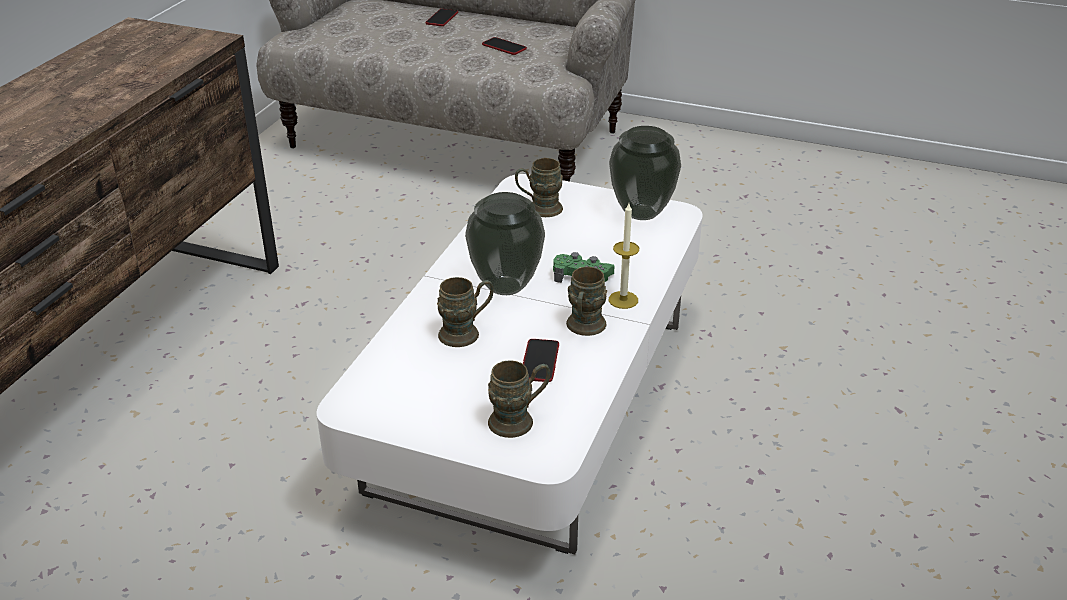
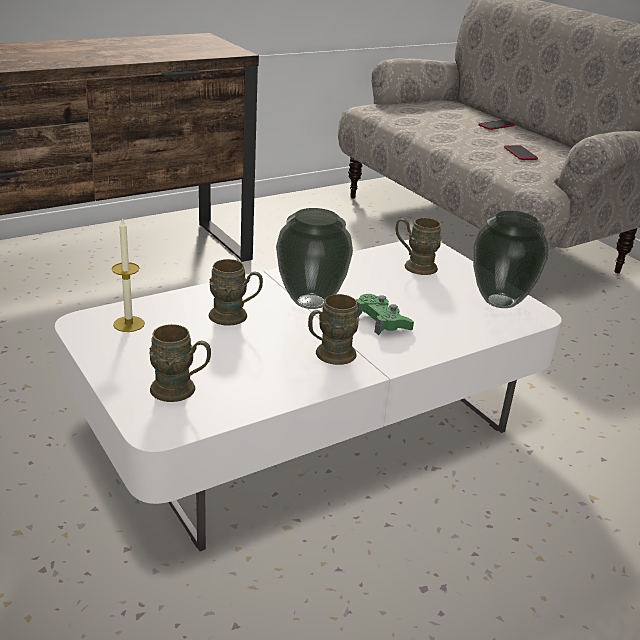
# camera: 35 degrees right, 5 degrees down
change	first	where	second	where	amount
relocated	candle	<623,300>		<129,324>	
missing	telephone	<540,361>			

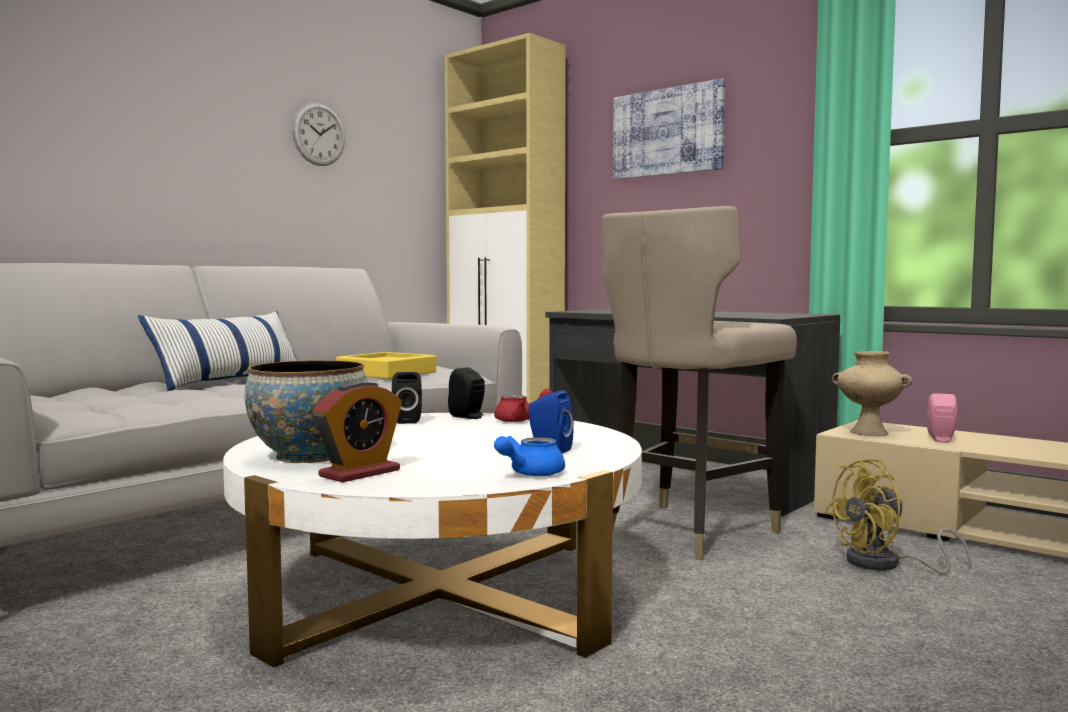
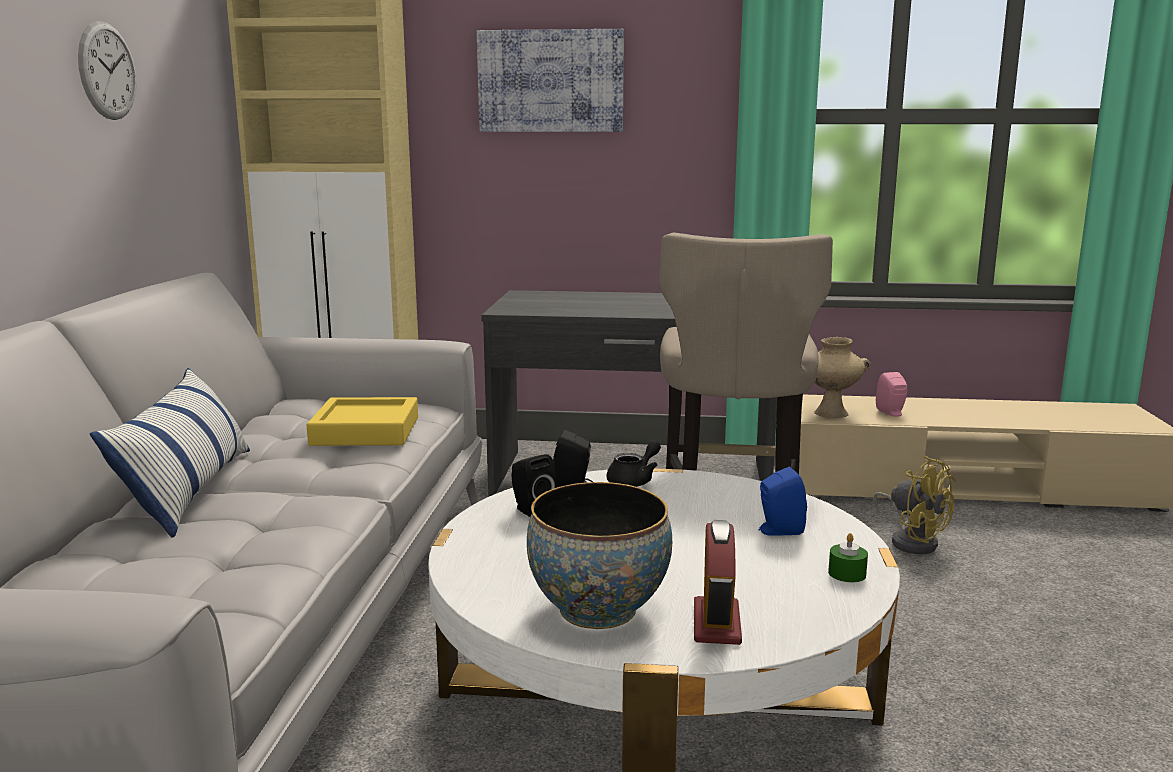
# camera: 35 degrees left, 10 degrees up
change	first	where	second	where	amount
colour	red teapot	<520,420>	black teapot	<634,480>	
exchanged	bluish teapot	<530,473>	greenish candle	<847,574>	
spun	yellowish cooling fan	<885,565>		<912,541>	75 degrees counterclockwise

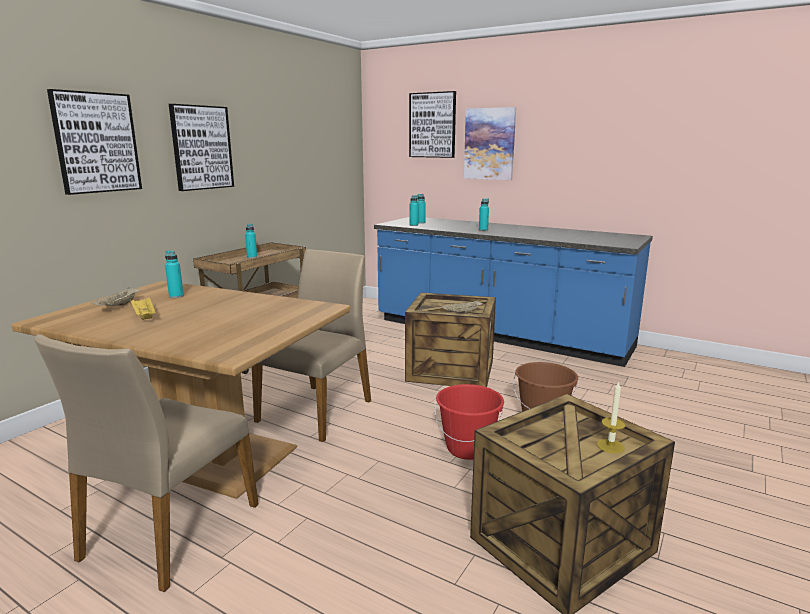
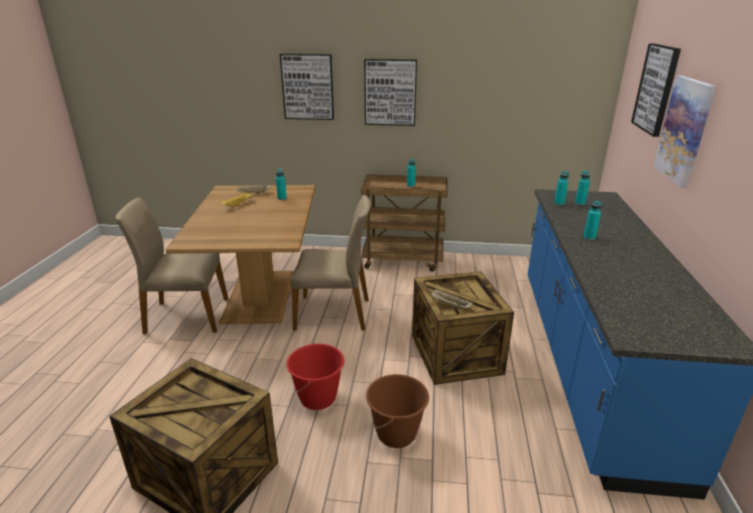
# camera: 65 degrees right, 10 degrees up
change	first	where	second	where	amount
missing	candle	<610,446>			

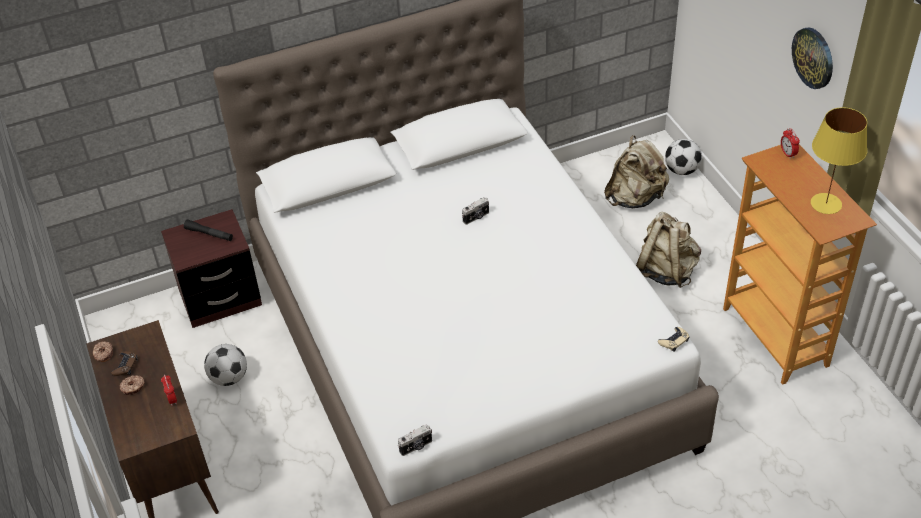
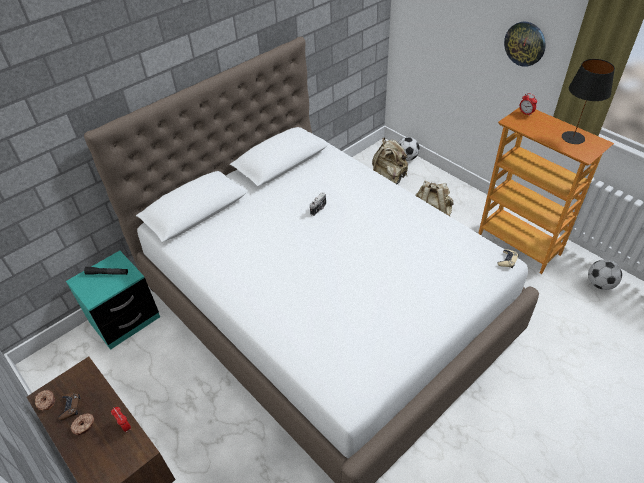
# camera: 20 degrees left, 0 degrees up
change	first	where	second	where	amount
colour	brown-coloured night table	<220,298>	turquoise-coloured night table	<125,320>	
colour	yellowish tabletop lamp	<825,203>	black tabletop lamp	<572,138>	
relocated	football ball	<229,378>		<600,284>	
missing	photo camera	<416,447>			

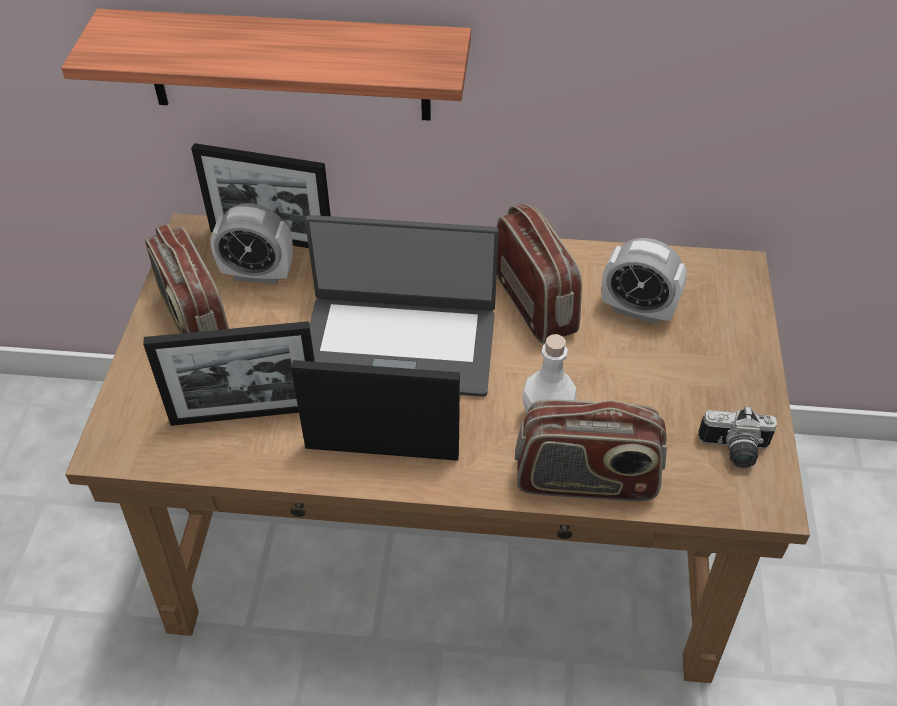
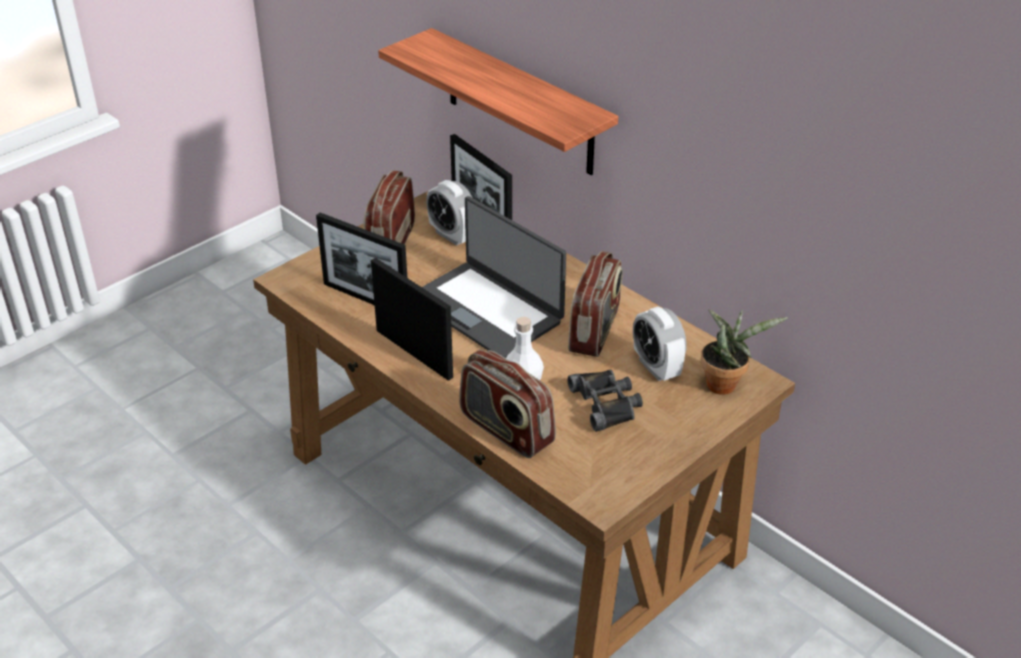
# camera: 40 degrees right, 10 degrees down
change	first	where	second	where	amount
appeared			black pair of binoculars	<606,403>	
appeared			houseplant	<725,383>	
missing	photo camera	<734,451>			

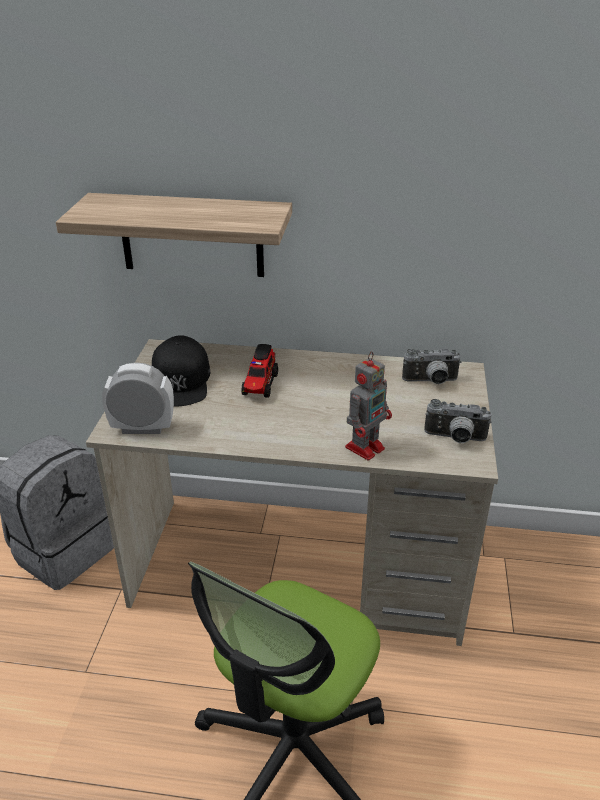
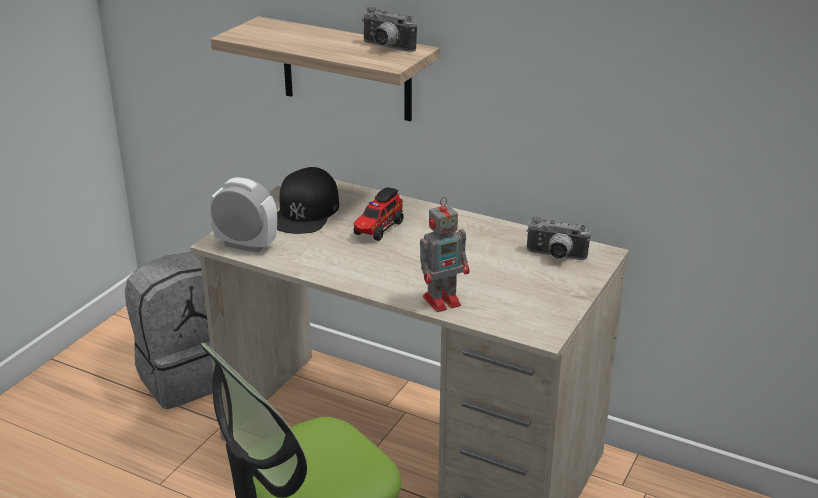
# camera: 20 degrees right, 5 degrees down
change	first	where	second	where	amount
relocated	photo camera	<455,439>		<385,48>	

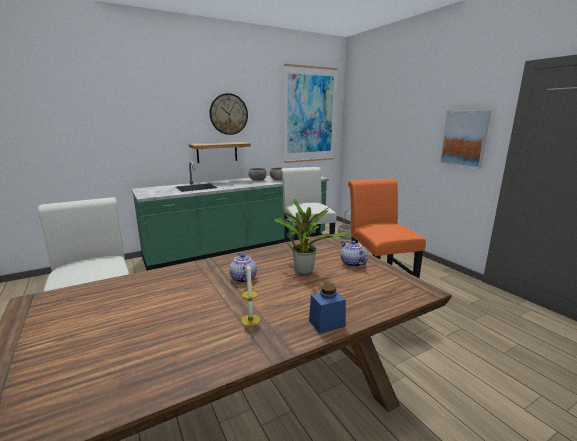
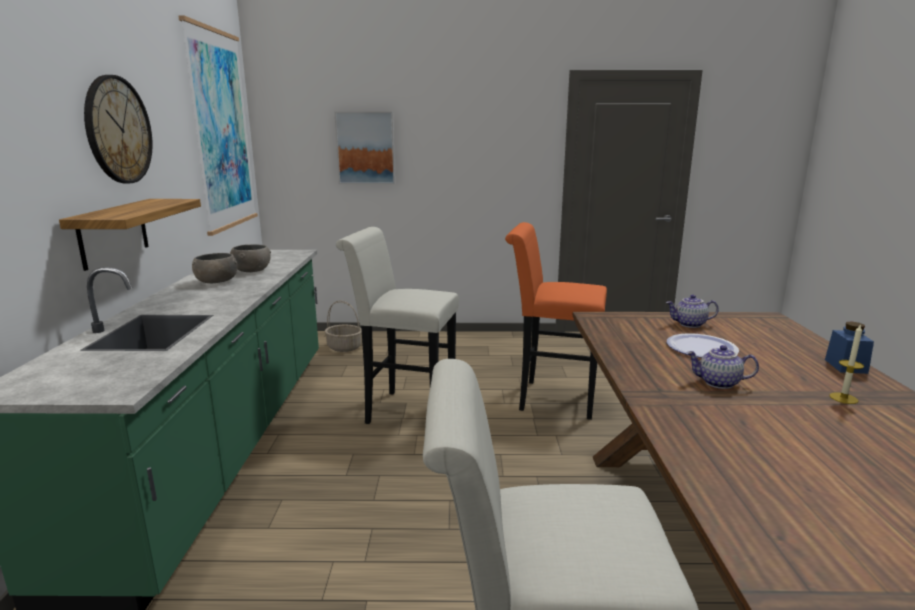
# camera: 60 degrees left, 0 degrees up
change	first	where	second	where	amount
relocated	picture	<464,138>		<365,148>	
exchanged	houseplant	<303,270>	plate	<701,348>	

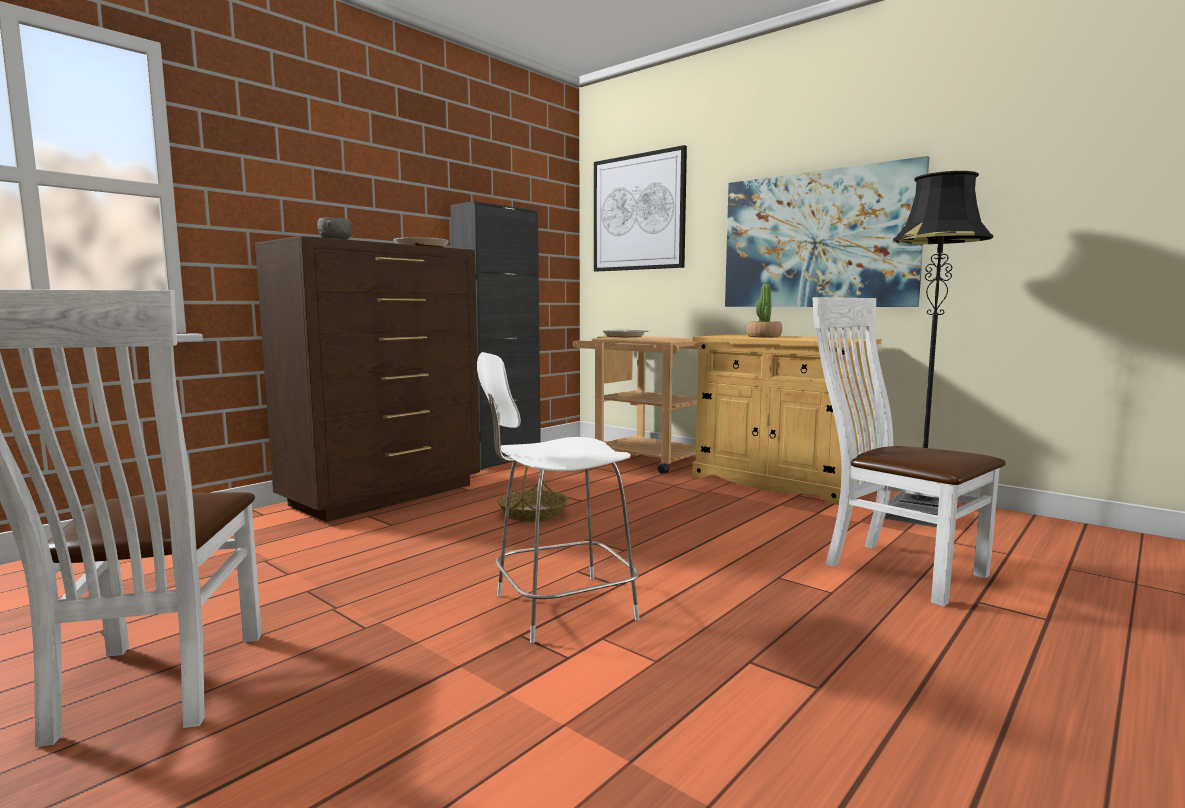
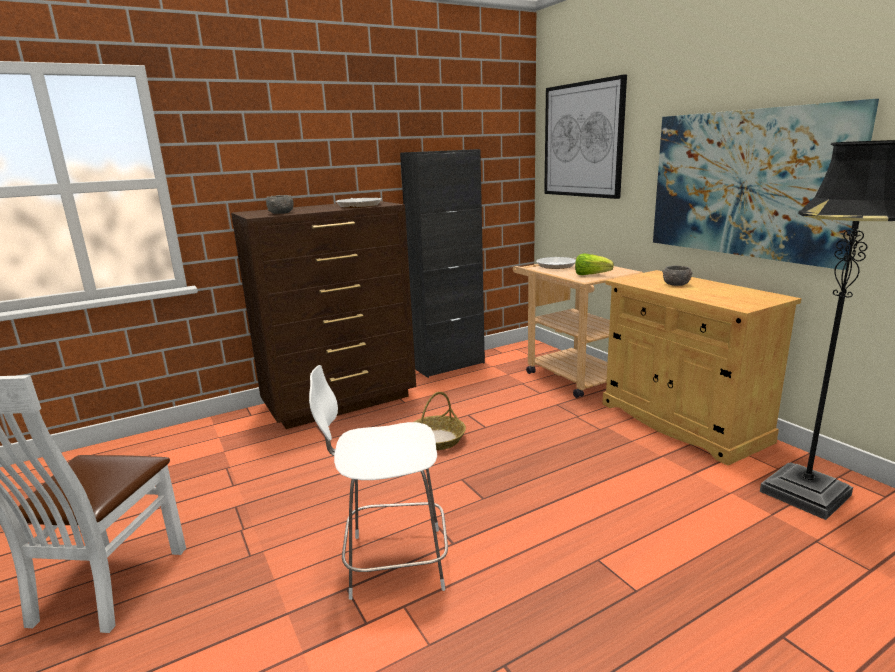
# camera: 20 degrees right, 10 degrees up
change	first	where	second	where	amount
appeared			head of lettuce	<591,275>	
exchanged	houseplant	<763,336>	grey serving bowl	<676,284>	
missing	white-coloured upright chair	<895,568>			

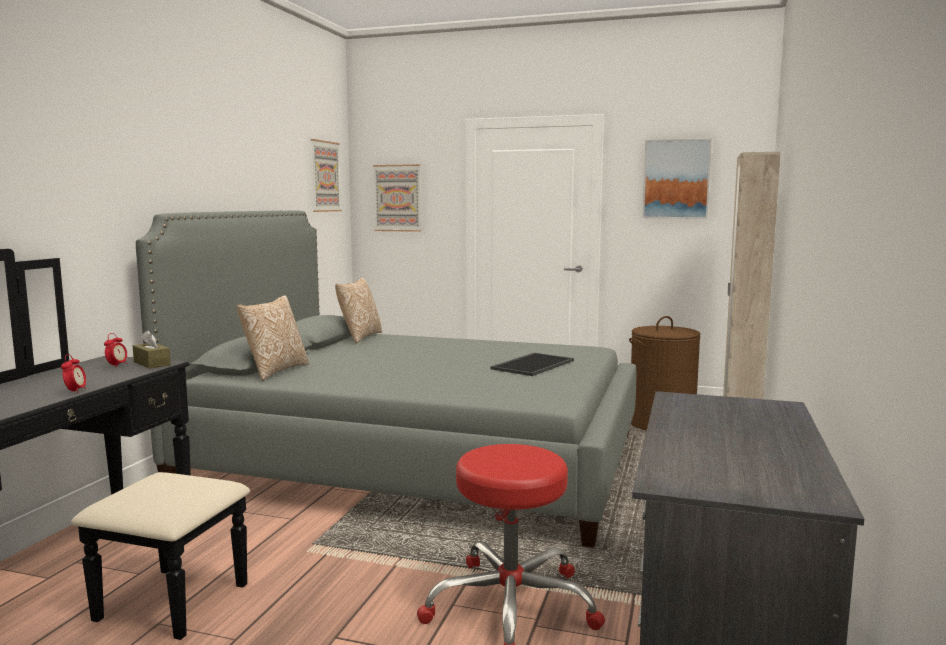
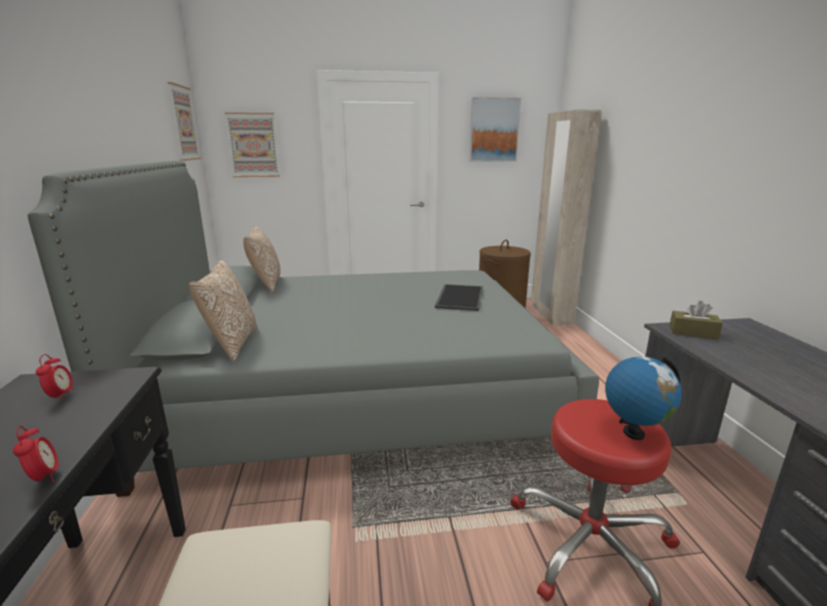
# camera: 25 degrees left, 10 degrees up
change	first	where	second	where	amount
appeared			world globe	<633,433>	
relocated	brown-coloured box of tissues	<152,363>		<693,332>	

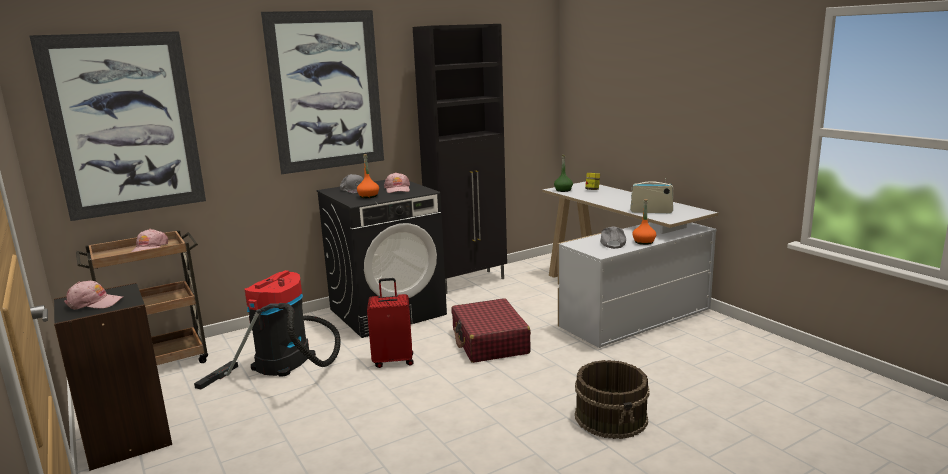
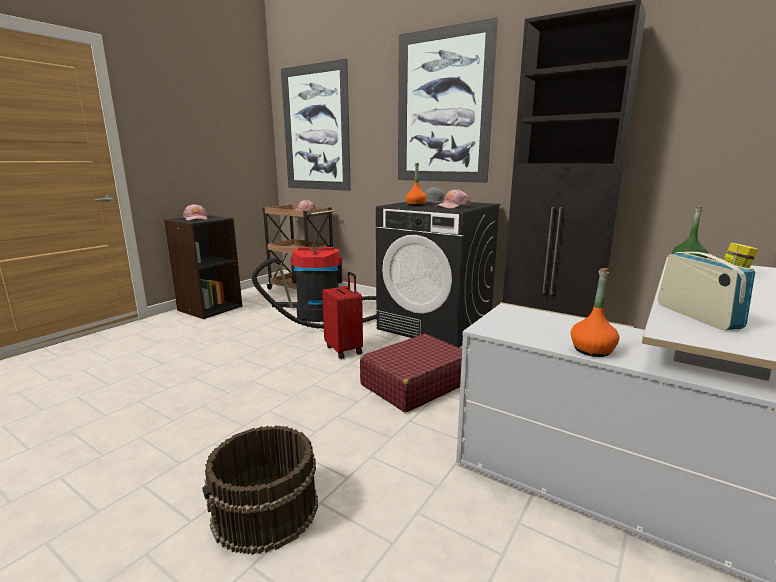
# camera: 65 degrees right, 0 degrees up
change	first	where	second	where	amount
missing	grey baseball cap	<612,243>			

